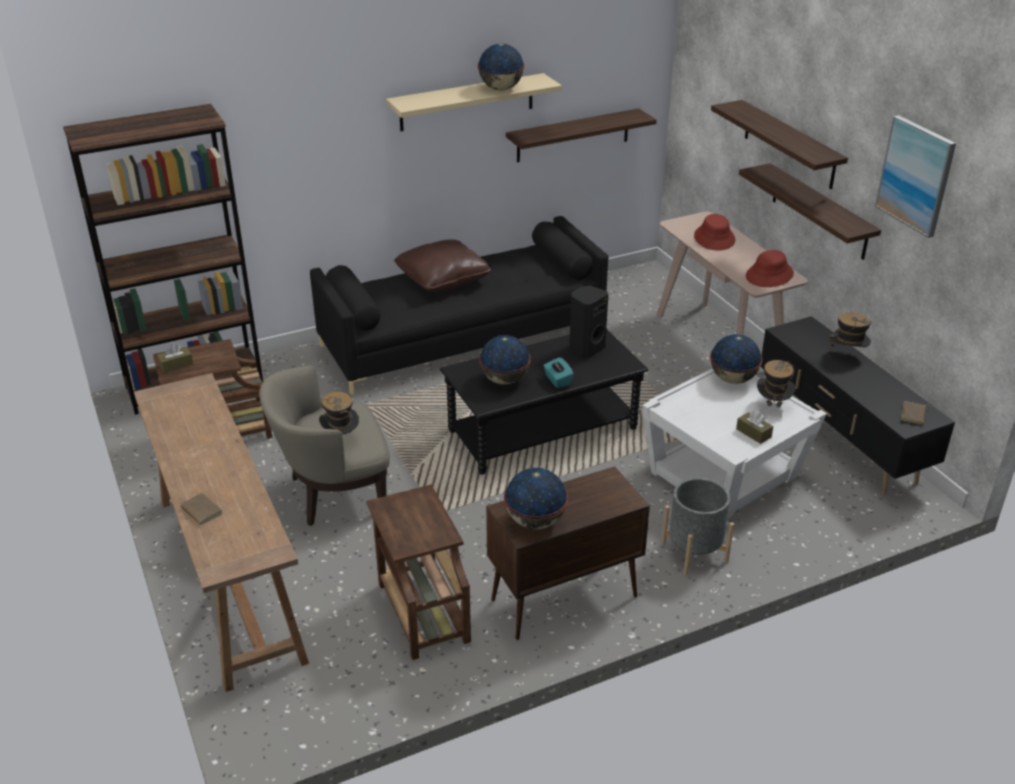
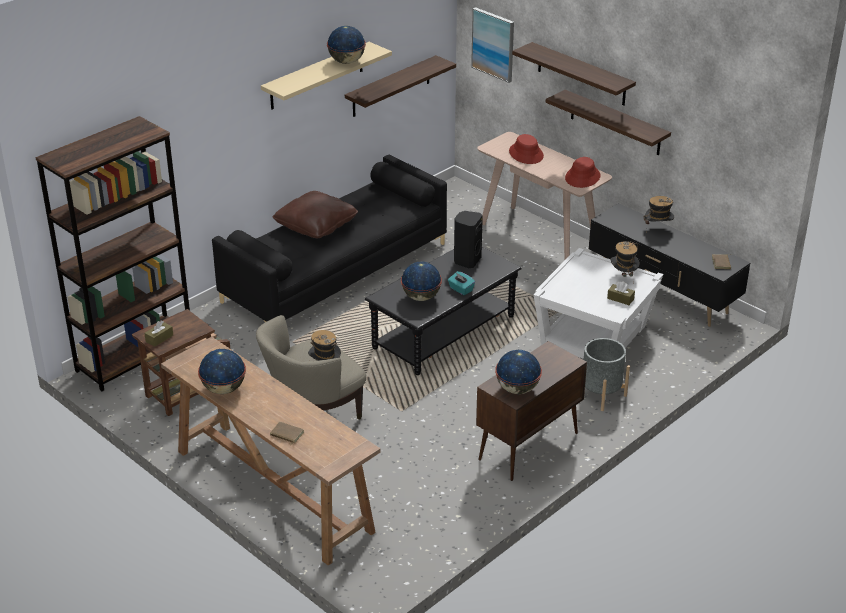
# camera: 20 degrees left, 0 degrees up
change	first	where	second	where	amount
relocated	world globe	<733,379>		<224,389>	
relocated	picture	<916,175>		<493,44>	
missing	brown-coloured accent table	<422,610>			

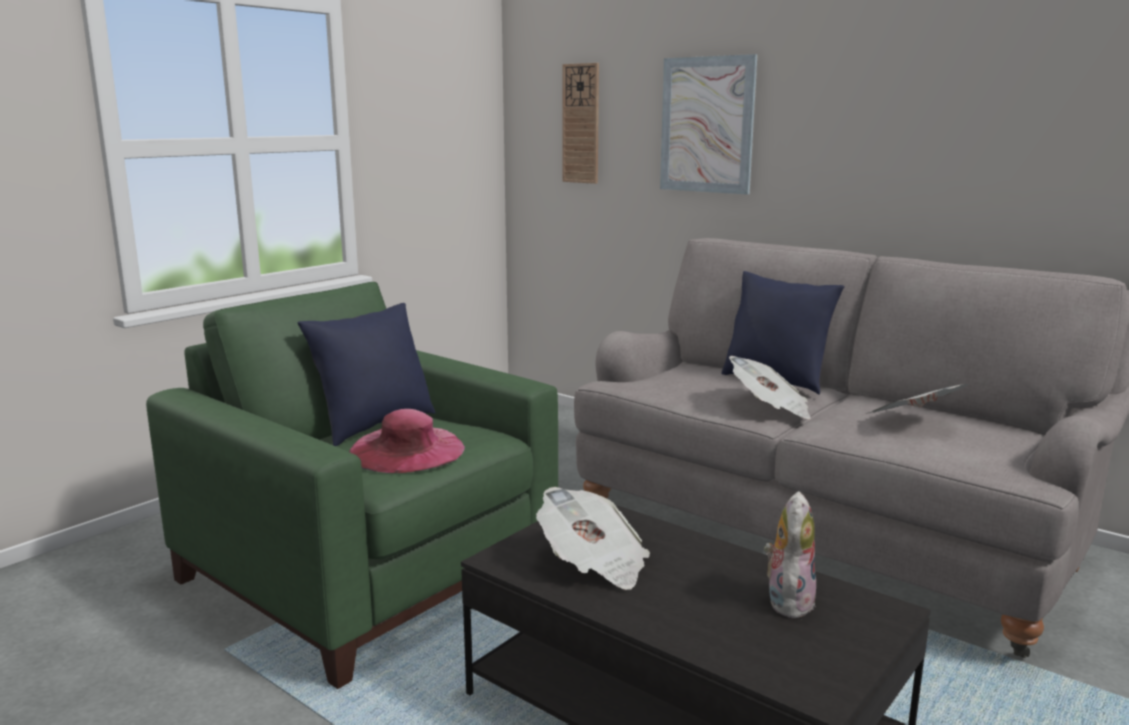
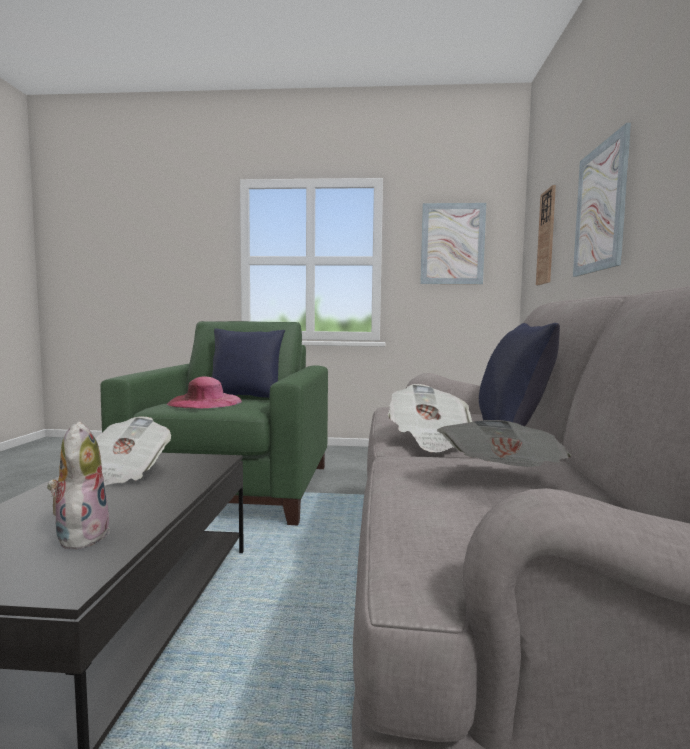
# camera: 55 degrees right, 10 degrees down
change	first	where	second	where	amount
spun	cuddly toy	<787,600>		<80,536>	90 degrees counterclockwise
appeared			picture	<452,244>	

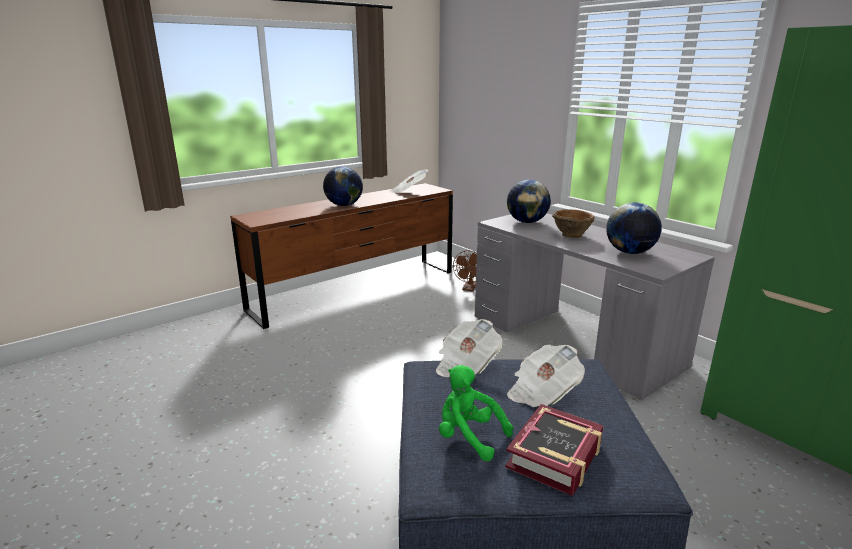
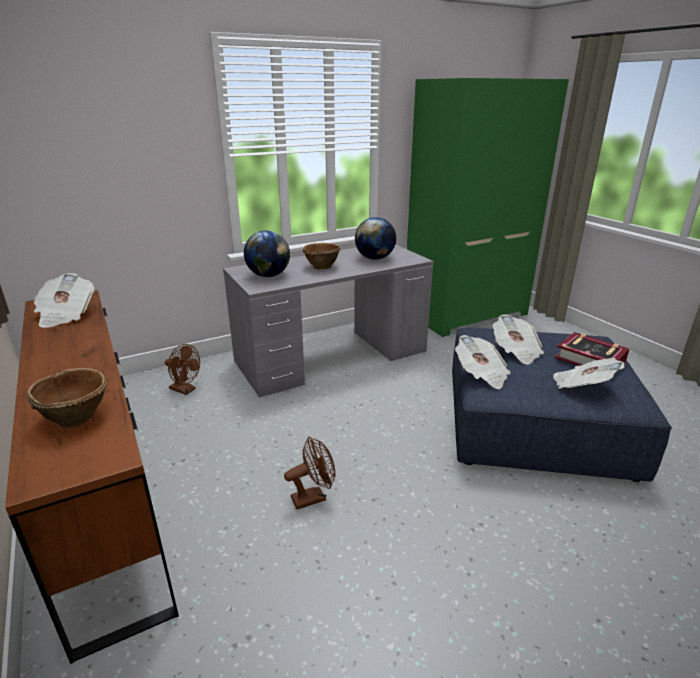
# camera: 80 degrees left, 5 degrees up
change	first	where	second	where	amount
appeared			brown-coloured serving bowl	<77,417>	
appeared			brown-coloured cooling fan	<313,497>	
exchanged	greenish cuddly toy	<469,437>	newspaper	<582,386>	
missing	world globe	<344,205>			

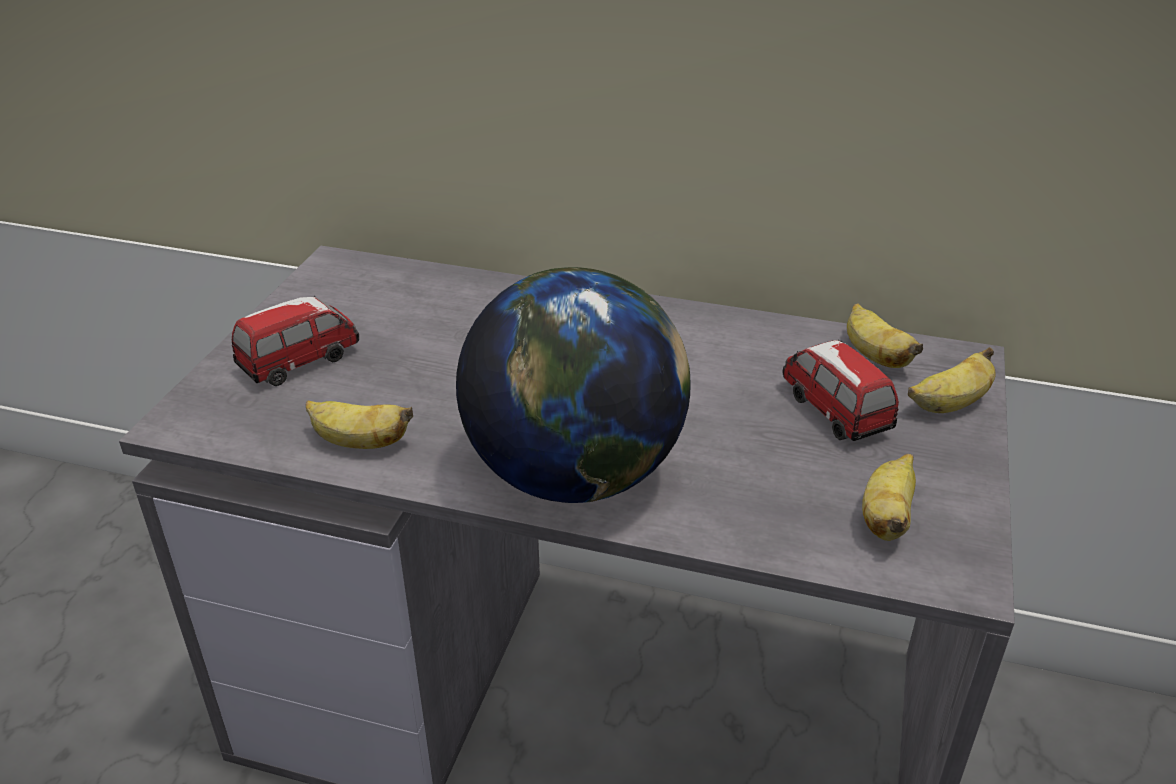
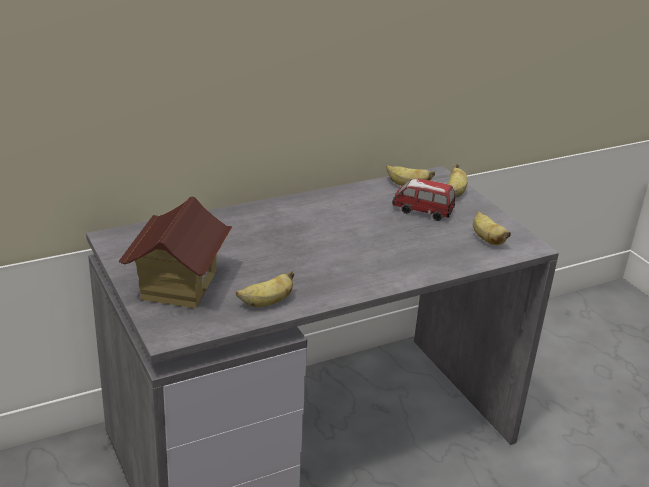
# camera: 45 degrees left, 5 degrees down
change	first	where	second	where	amount
exchanged	model car	<300,361>	toy house	<178,285>	
missing	world globe	<575,476>			

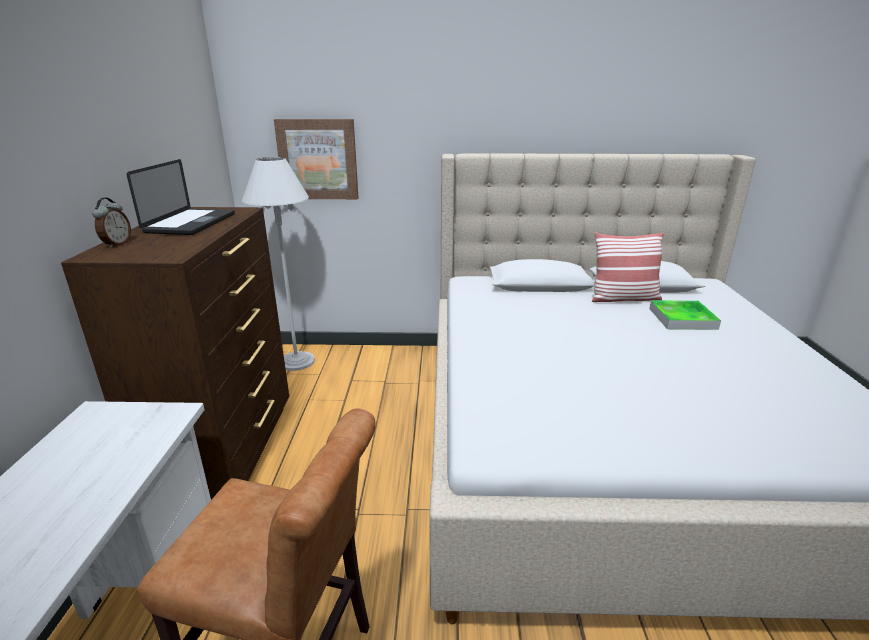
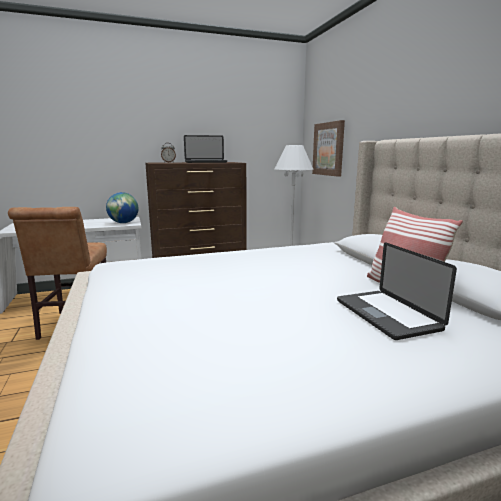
# camera: 70 degrees right, 10 degrees down
change	first	where	second	where	amount
appeared			world globe	<124,223>	
exchanged	serving tray	<682,318>	notebook computer	<386,315>	

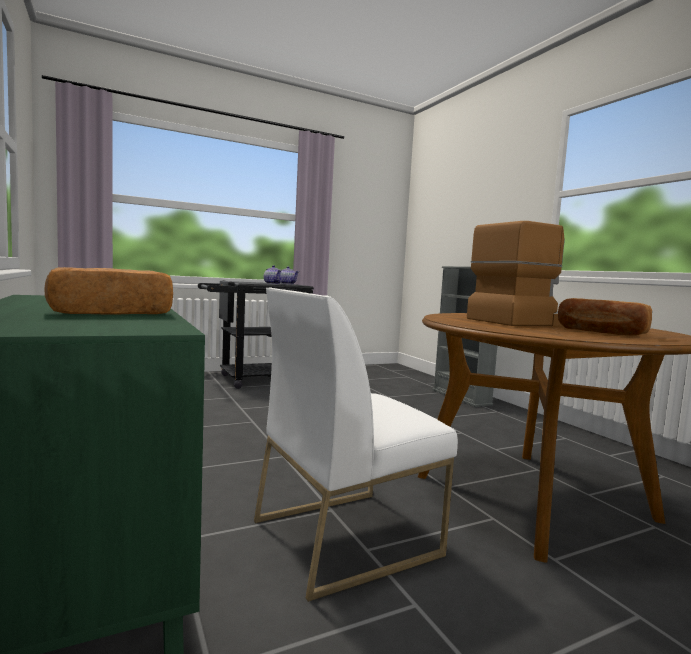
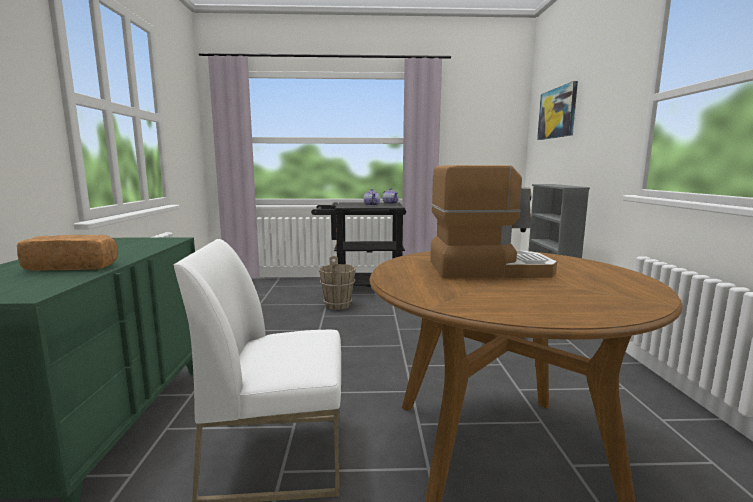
# camera: 25 degrees right, 5 degrees up
change	first	where	second	where	amount
appeared			brown-coloured bucket	<338,305>	
appeared			picture	<557,113>	
missing	bakery bread	<600,332>			

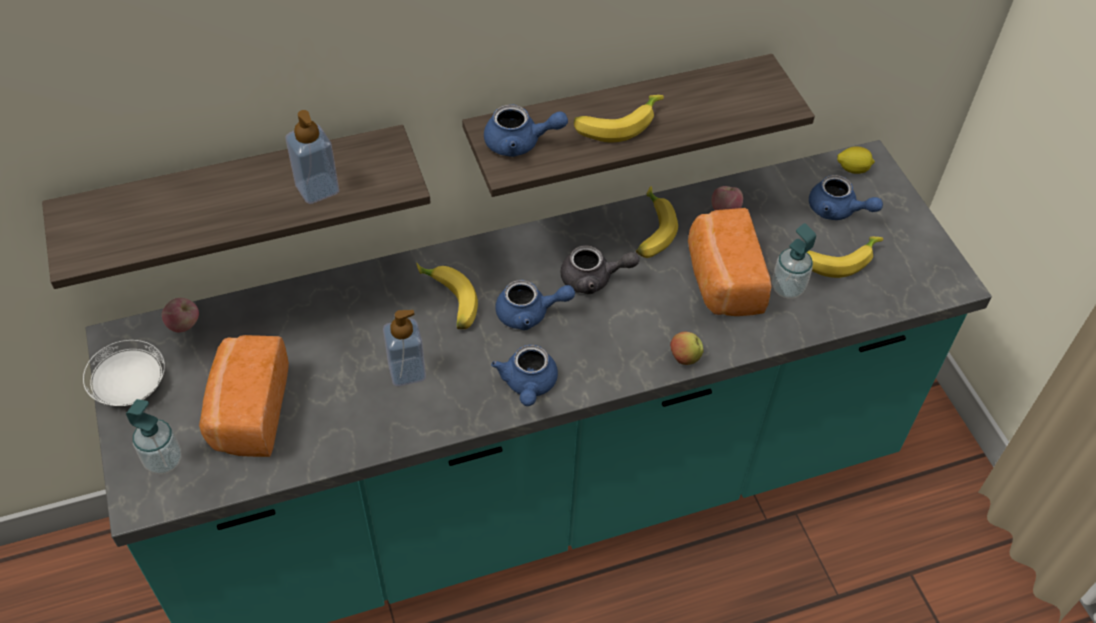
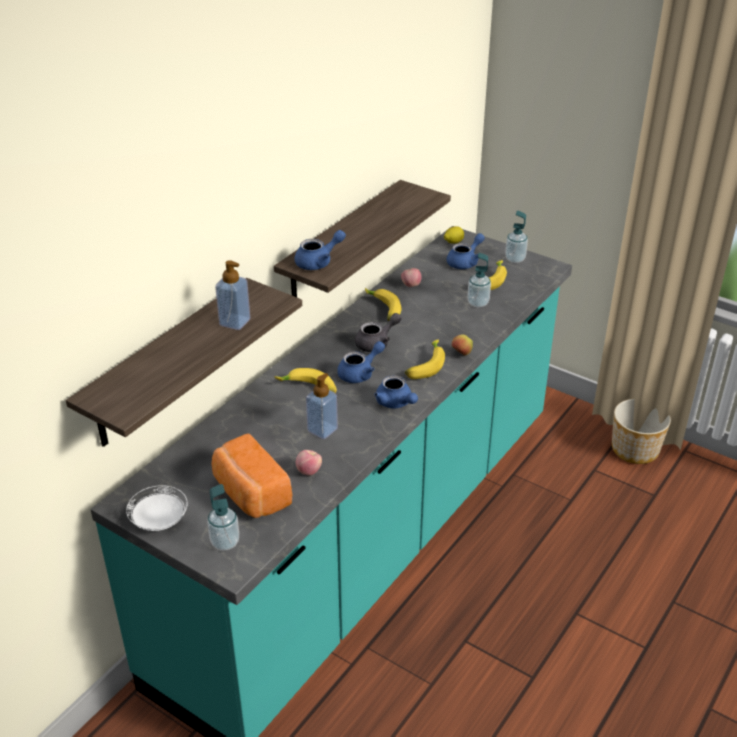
# camera: 35 degrees left, 15 degrees down
change	first	where	second	where	amount
relocated	apple fruit	<184,325>		<309,471>	
relocated	banana fruit	<617,124>		<425,365>	
spun	bluish teapot	<837,210>		<465,262>	45 degrees counterclockwise
appeared			soap dispenser	<515,259>	
appeared			flower pot	<635,450>	
missing	bakery bread	<721,280>			

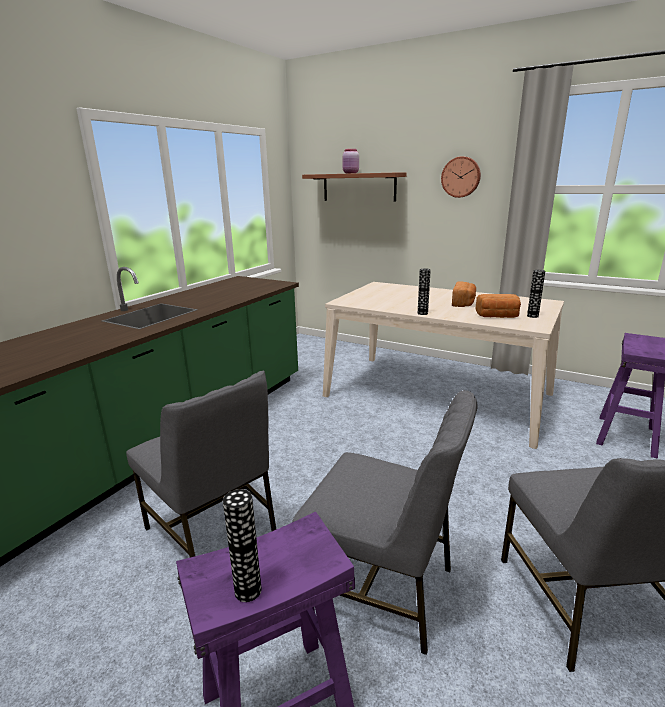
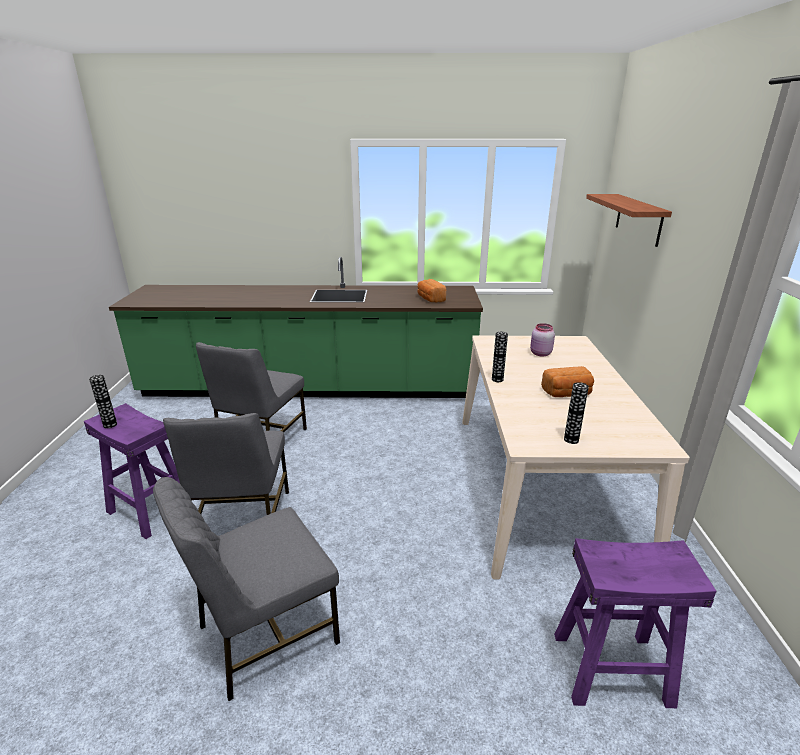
# camera: 60 degrees right, 5 degrees up
change	first	where	second	where	amount
relocated	bakery bread	<497,316>		<430,299>	
relocated	pink-coloured preserve jar	<351,173>		<540,354>	
missing	clock on the wall	<461,177>			

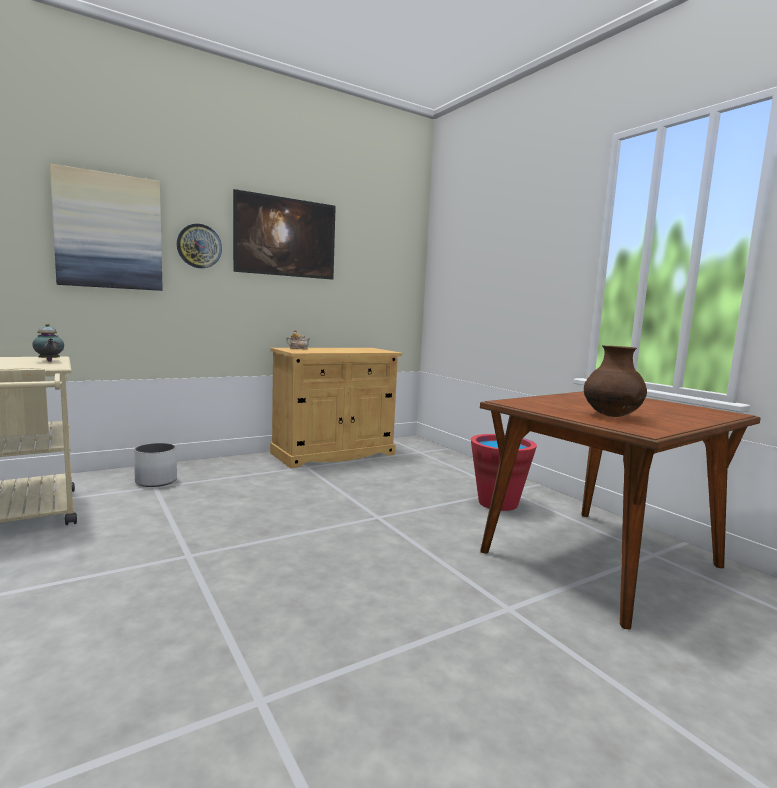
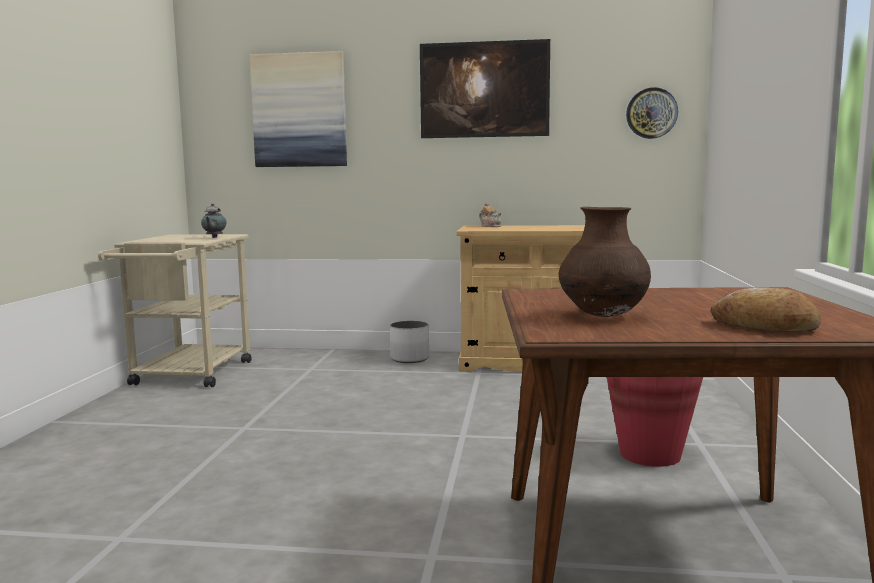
# camera: 40 degrees right, 0 degrees up
change	first	where	second	where	amount
relocated	white-coloured flower pot	<156,481>		<410,359>	
relocated	clock on the wall	<199,246>		<651,113>	
appeared			bakery bread	<765,327>	

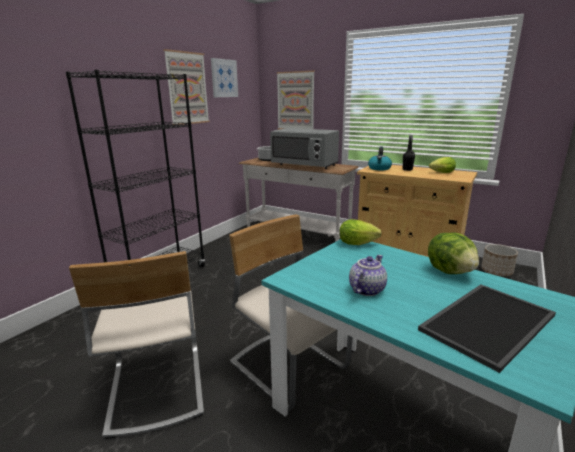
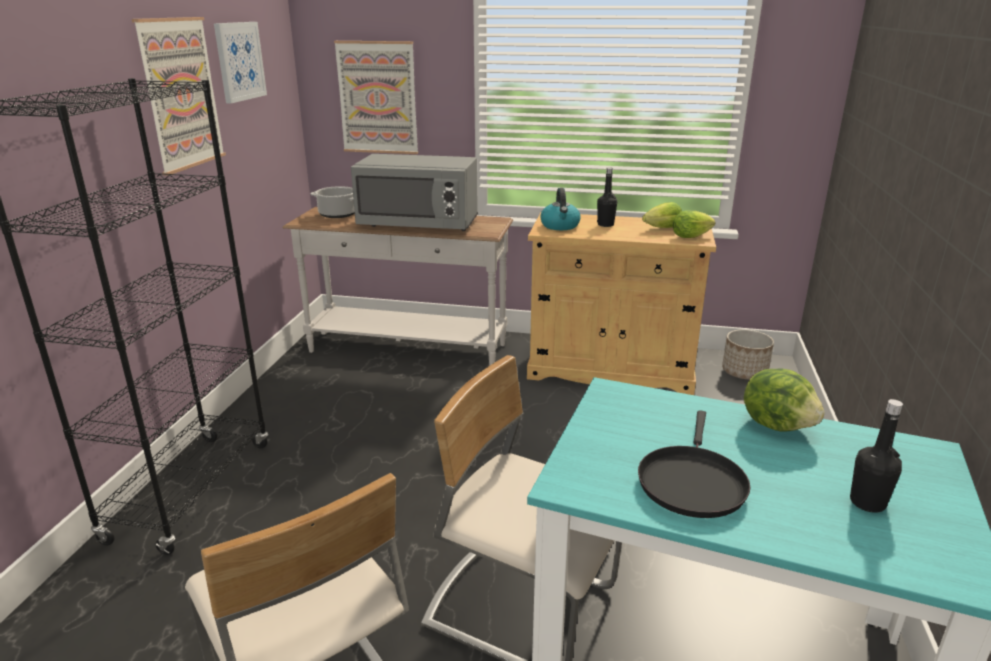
# camera: 20 degrees left, 5 degrees up
change	first	where	second	where	amount
exchanged	teapot	<366,289>	black skillet	<691,482>	
relocated	head of lettuce	<359,244>		<693,236>	
exchanged	serving tray	<486,321>	black bottle	<867,503>	

